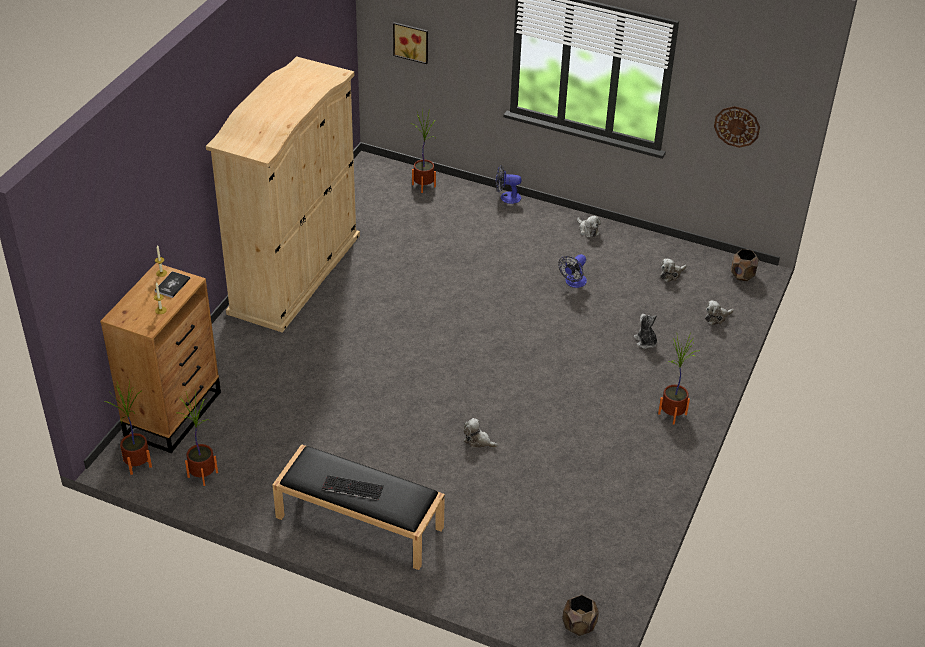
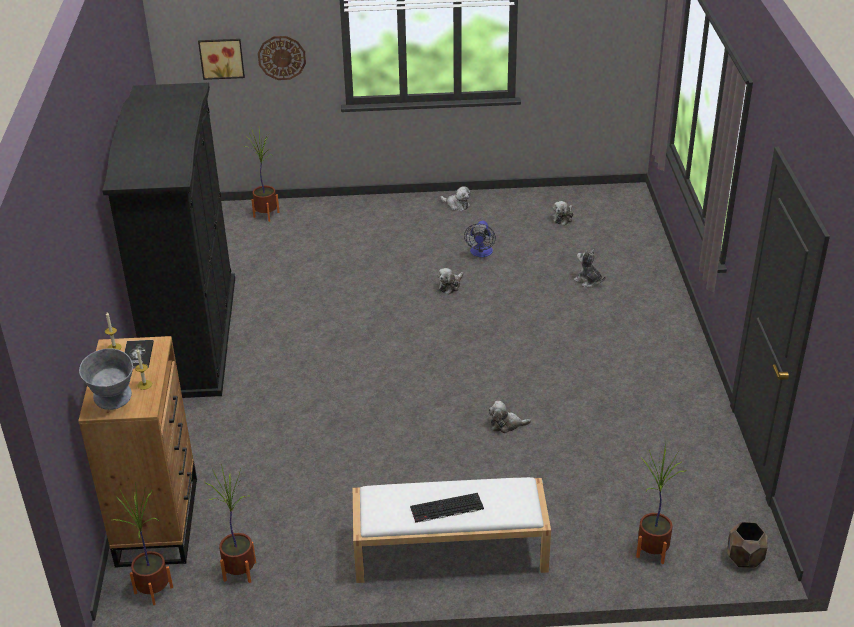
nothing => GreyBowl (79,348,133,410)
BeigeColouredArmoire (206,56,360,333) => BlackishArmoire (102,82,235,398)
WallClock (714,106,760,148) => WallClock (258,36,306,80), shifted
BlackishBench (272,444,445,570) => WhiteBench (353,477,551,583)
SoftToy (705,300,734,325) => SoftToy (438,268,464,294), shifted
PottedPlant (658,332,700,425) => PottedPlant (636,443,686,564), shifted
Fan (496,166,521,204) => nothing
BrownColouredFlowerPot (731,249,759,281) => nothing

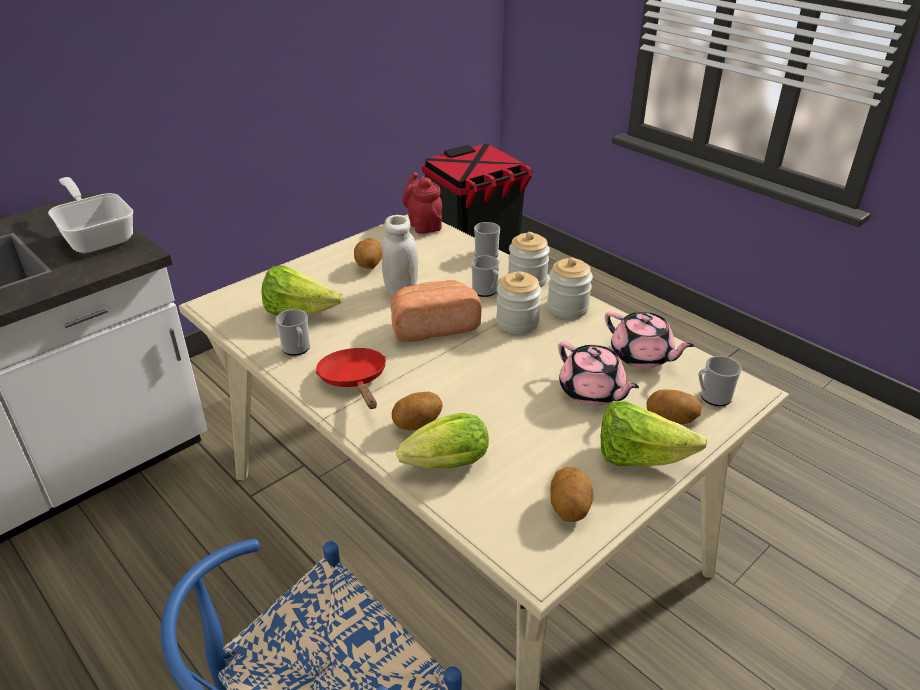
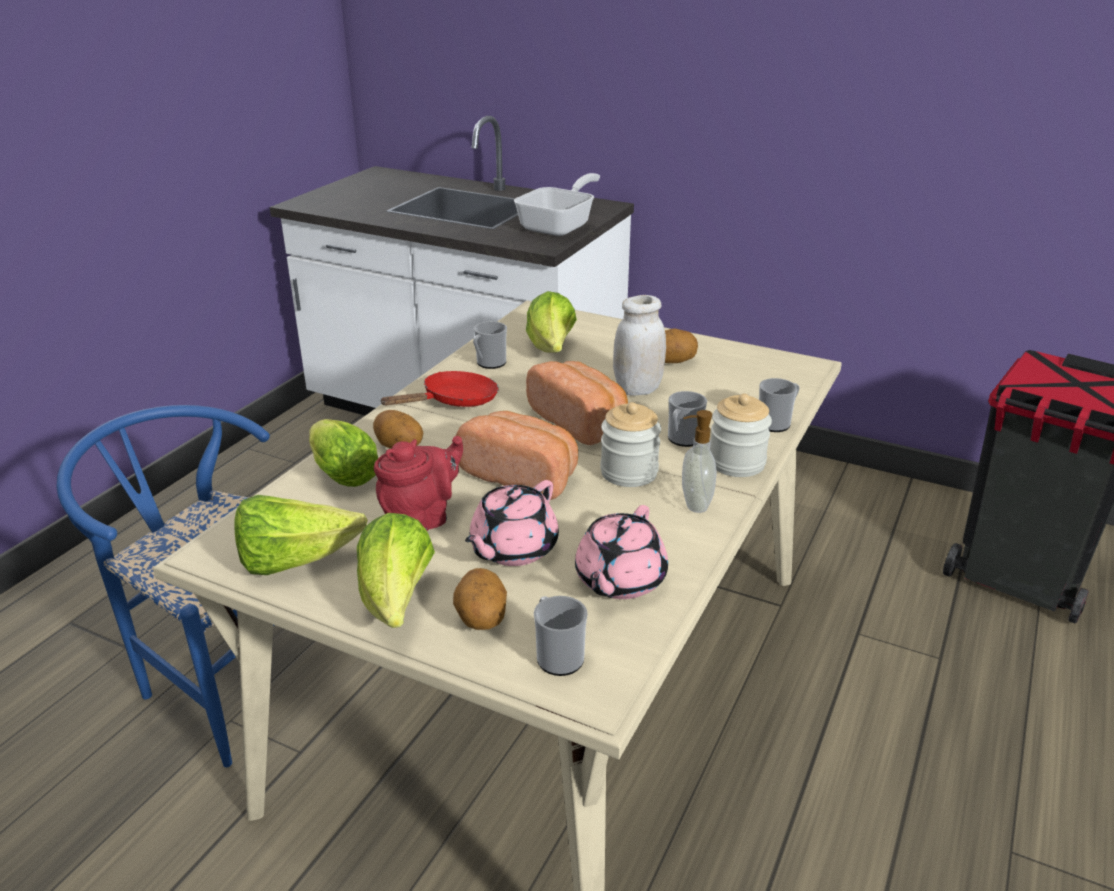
Potato (550,467,594,522) => Lettuce (234,495,367,575)
RedTeaPot (402,172,442,234) => RedTeaPot (374,436,463,531), shifted
nothing => BakedBread (456,411,578,500)
Jar (547,257,593,319) => SoapDispenser (682,410,717,513)

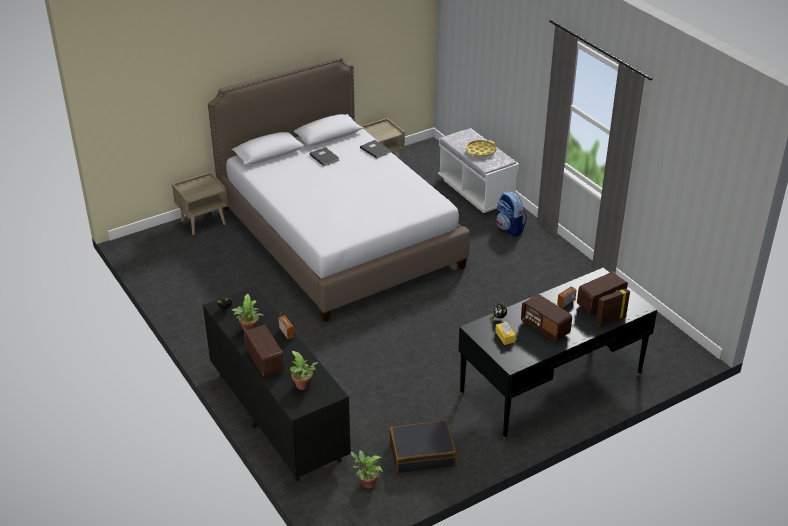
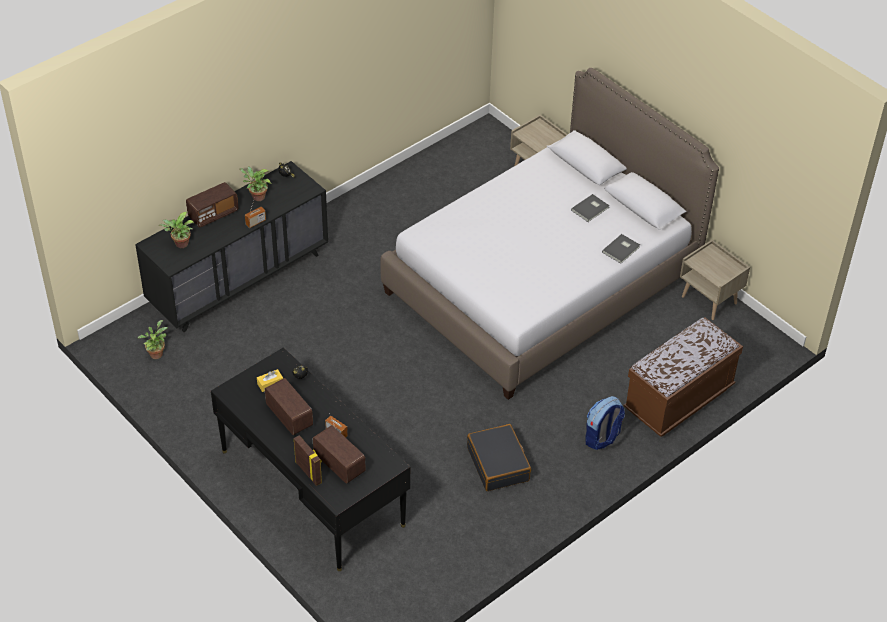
RadioReceiver (521,294,572,342) => RadioReceiver (265,378,313,435), 105 degrees clockwise
BlackishTravelCase (390,420,456,474) => BlackishTravelCase (467,424,531,491), shifted
WhiteBench (438,128,519,213) => BrownColouredBench (624,318,743,437)
YellowColouredTray (467,140,496,157) => nothing

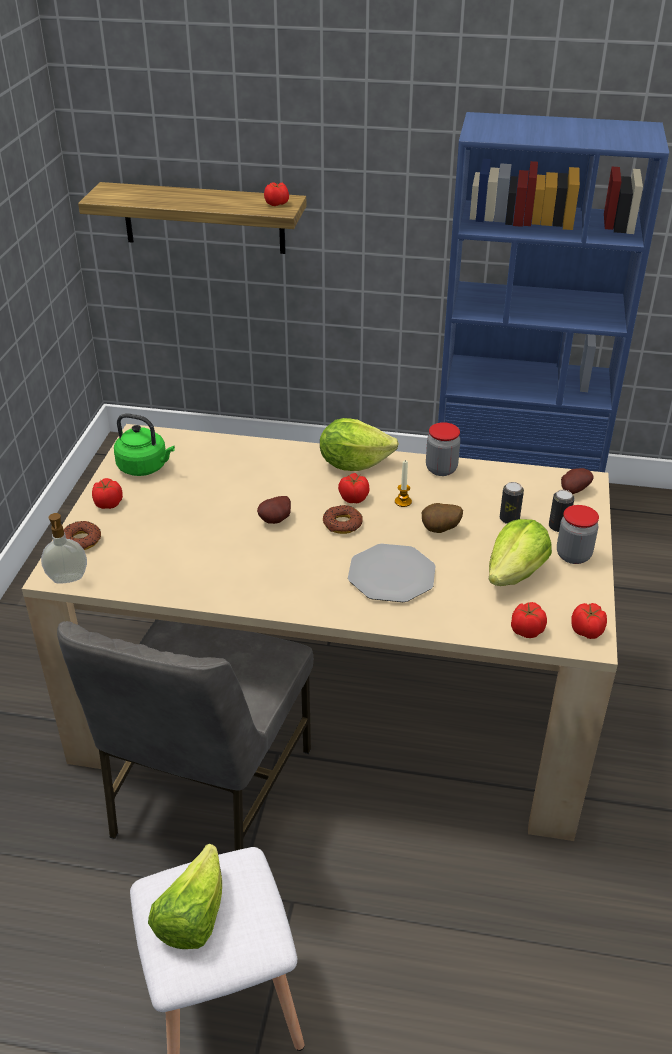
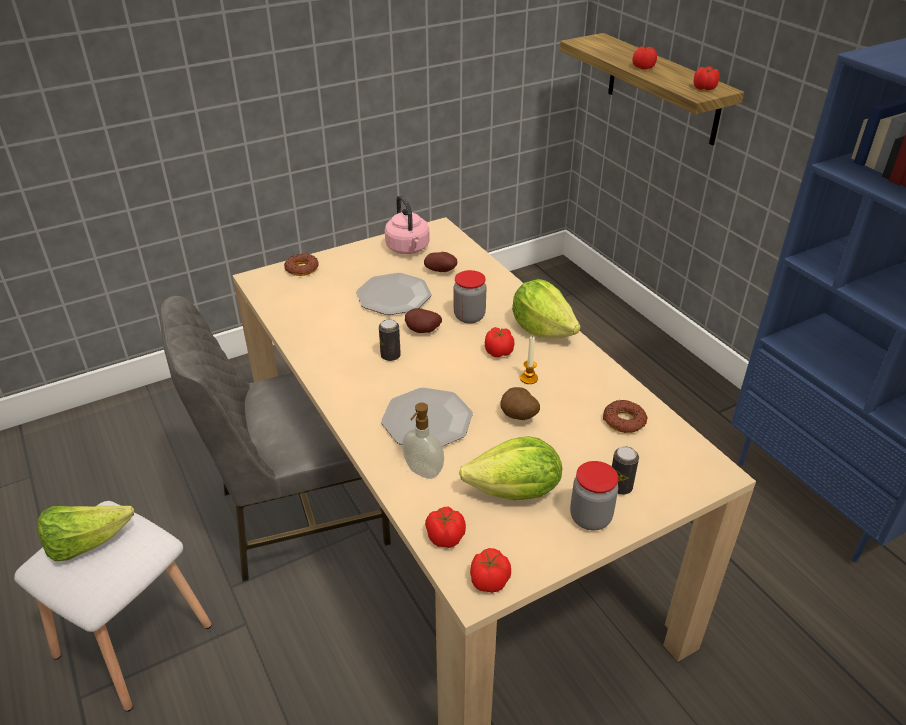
nothing => Plate (356,273,432,315)
SealedCan (500,482,524,524) => SealedCan (379,319,401,361), shifted
GreenishTeaKettle (114,413,175,476) => PinkishTeaKettle (385,195,430,254)
SoapDispenser (41,513,87,584) => SoapDispenser (402,403,444,479), shifted
Potato (561,468,594,494) => Potato (424,252,457,272), shifted
Jar (426,422,460,476) => Jar (454,270,486,324), shifted
Donut (323,505,363,534) => Donut (603,400,647,433), shifted
FreshTomato (92,478,123,509) => FreshTomato (633,46,657,70), shifted

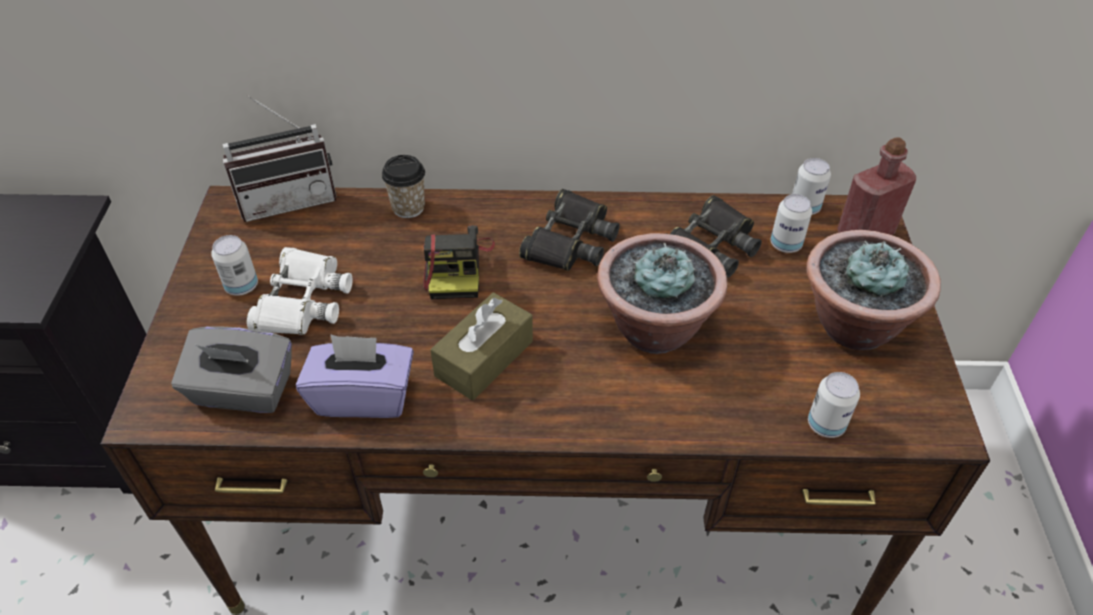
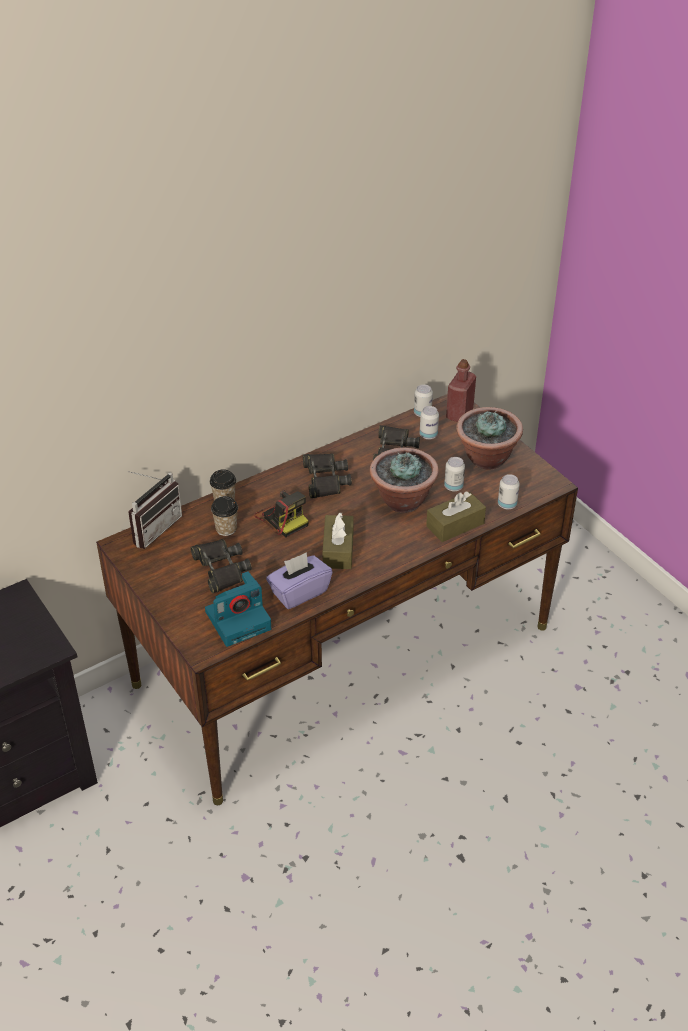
WhiteBinoculars (247,247,353,335) => BlackishBinoculars (191,539,252,593)
GreyTissueHolder (171,326,292,413) => StillCamera (205,571,271,647)
nothing => SmallCup (211,496,238,536)
nothing => BrownColouredTissueHolder (426,491,486,542)
SealedCan (211,235,258,296) => SealedCan (444,457,465,491), shifted

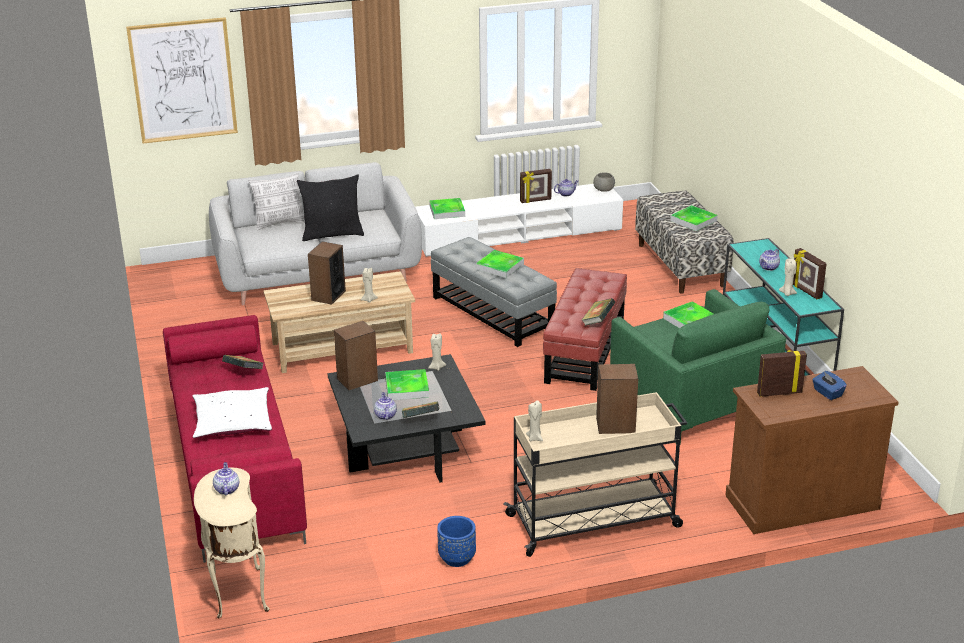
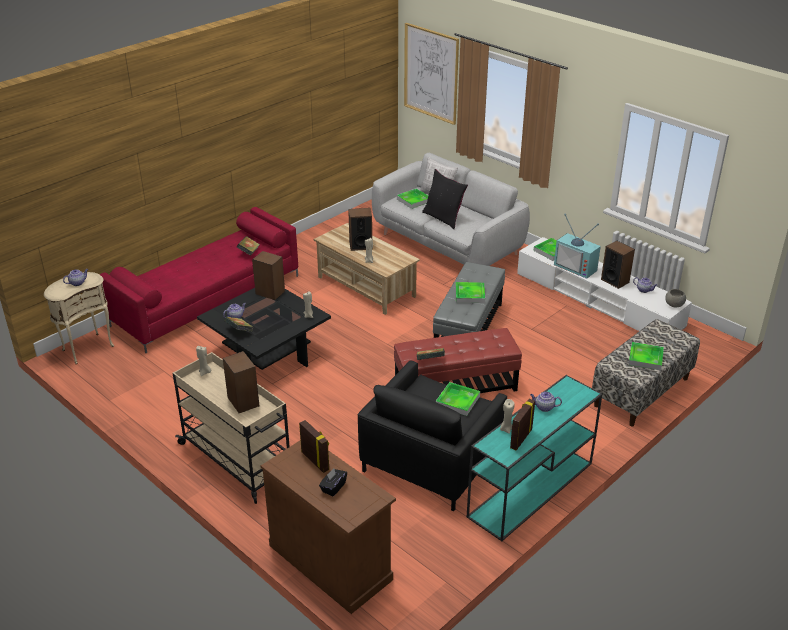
BlueTissueHolder (812,371,847,400) => BlackishTissueHolder (319,468,347,496)
GreenishLoungeChair (610,289,786,444) => BlackishLoungeChair (358,360,507,511)
Tray (385,369,429,400) => Tray (397,189,428,209), shifted
nothing => Television (554,214,601,279)
PictureFrame (520,169,552,203) => AudioSpeaker (601,241,635,289)
WhitePillow (193,387,272,438) => nothing
BlueFlowerPot (437,516,476,567) => nothing

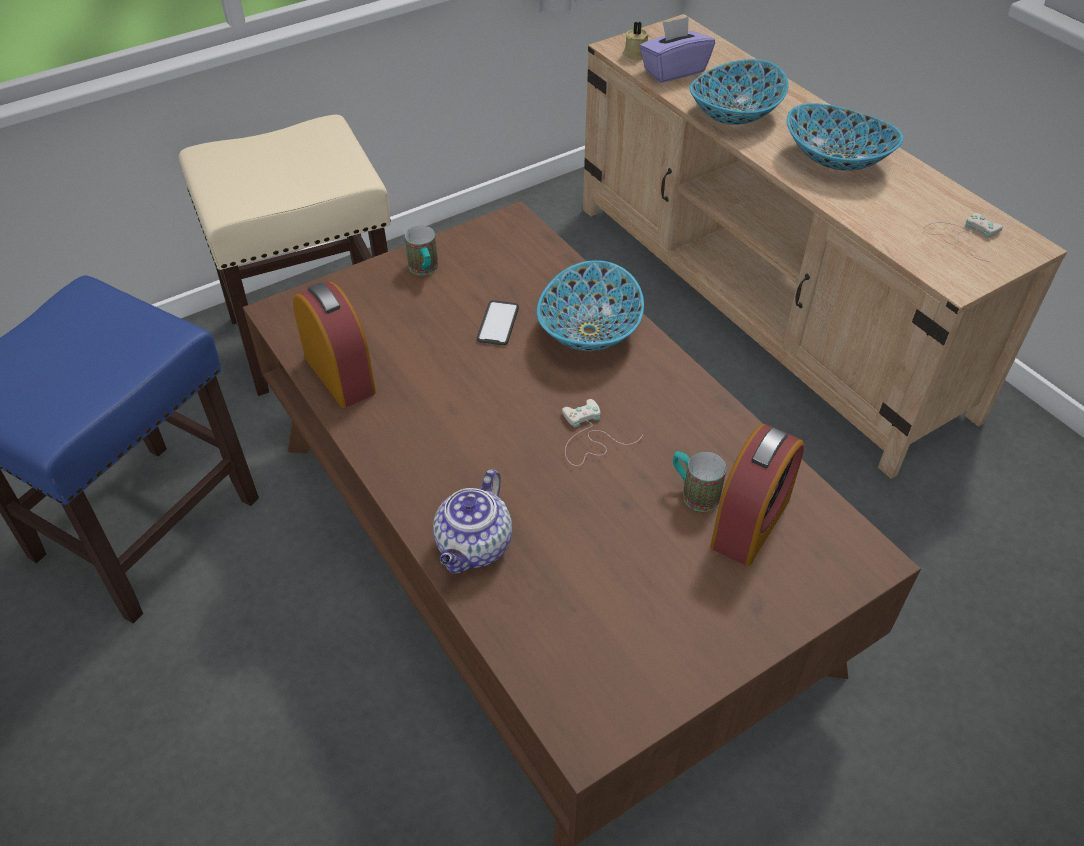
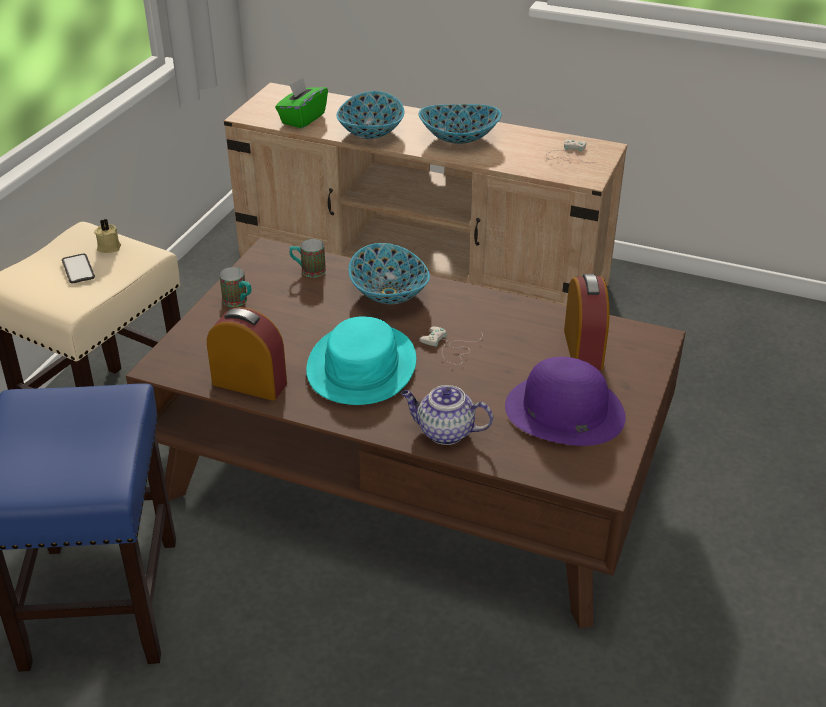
Handset (477,300,519,345) => Handset (62,253,95,284), shifted
BeigeColouredWaxLight (623,21,648,60) => BeigeColouredWaxLight (94,219,121,253), shifted
PurpleTissueHolder (639,17,715,83) => GreenishTissueHolder (275,77,328,129)
CoffeeMug (673,451,726,512) => CoffeeMug (289,239,326,277), shifted
nothing => BlueGreenClothingHat (306,316,416,405)
TeaPot (433,470,512,574) => TeaPot (401,385,493,445), 120 degrees clockwise
nothing => PurpleClothingHat (505,357,626,446)

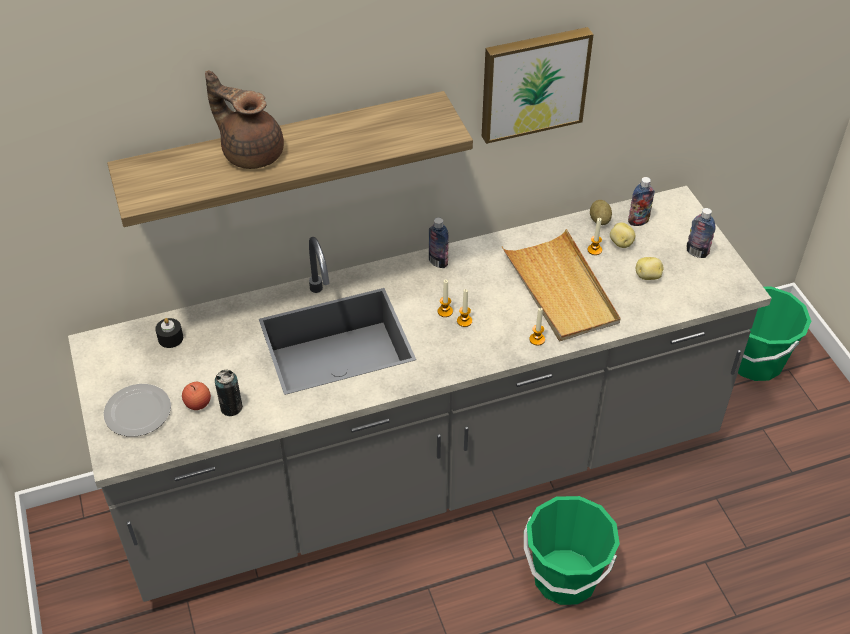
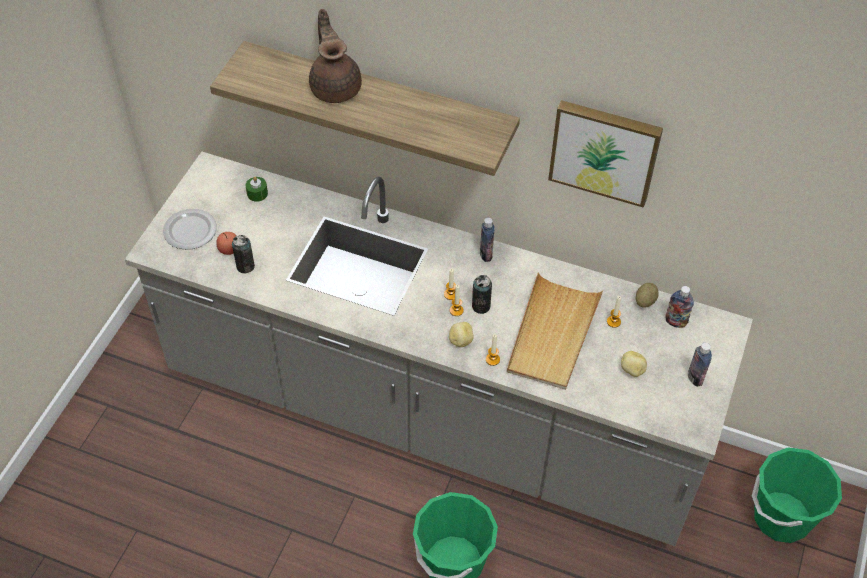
BlackishWaxLight (155,318,183,348) => GreenishWaxLight (246,176,268,202)
Potato (610,223,635,248) => Potato (449,322,474,347), shifted
nothing => SealedCan (472,275,492,314)

